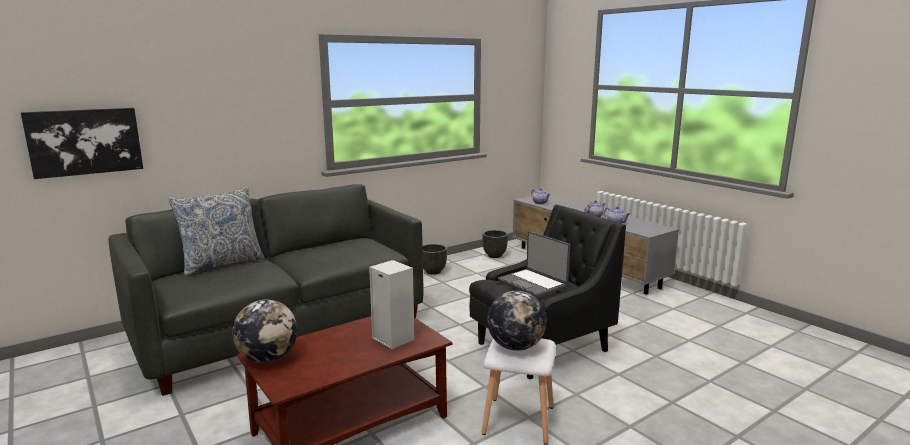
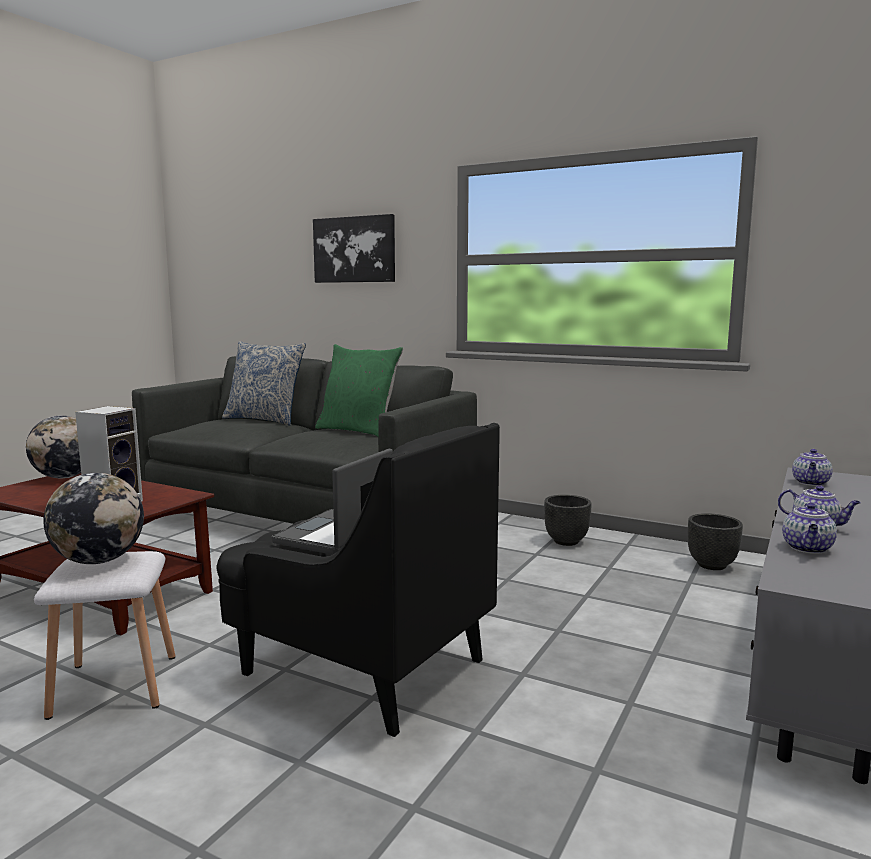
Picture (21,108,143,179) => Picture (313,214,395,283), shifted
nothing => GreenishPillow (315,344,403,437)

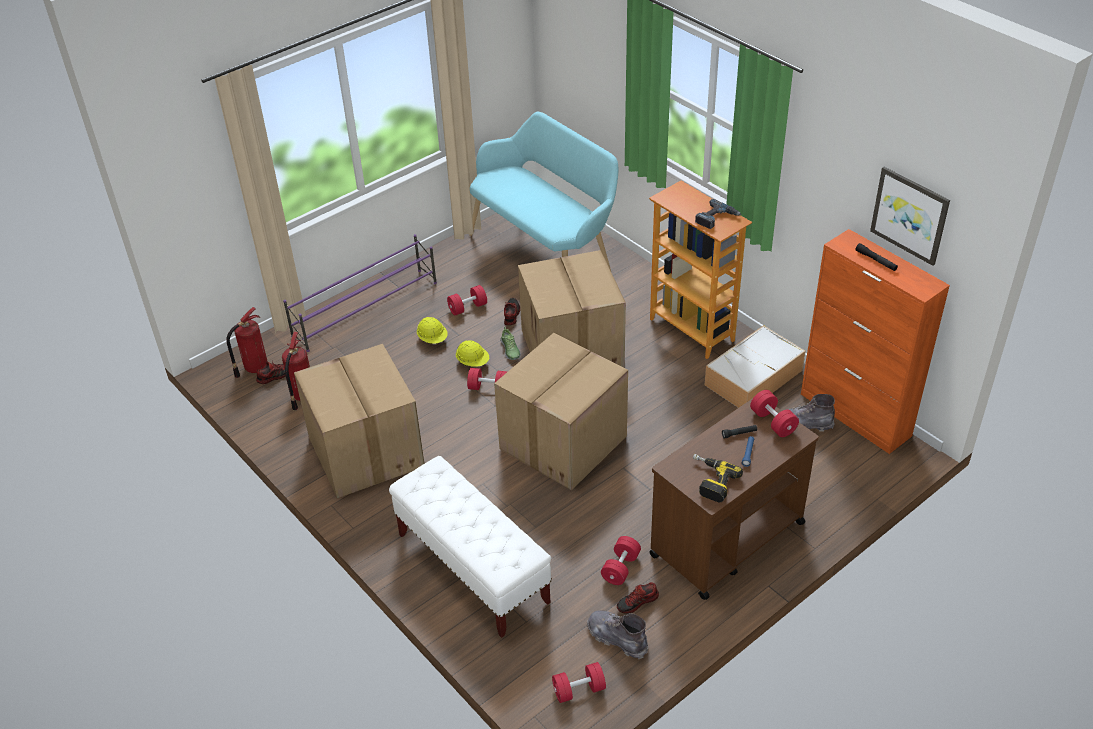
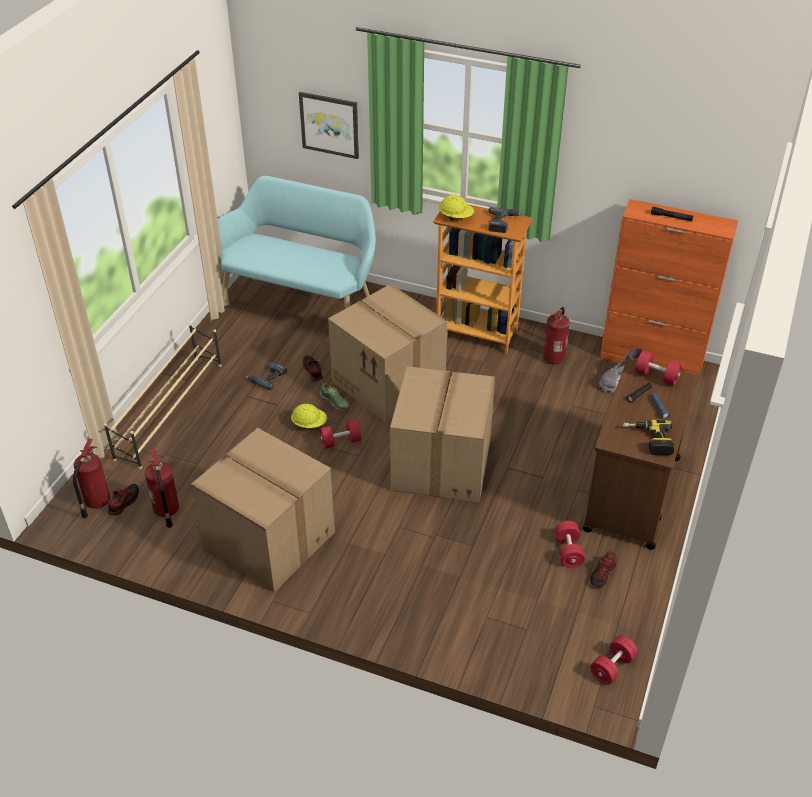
PurpleShoeShelf (283,234,437,352) => BeigeColouredShoeShelf (104,323,222,469)
RedDumbbell (447,285,487,316) => ElectricDrill (246,361,287,390)
Picture (870,167,950,266) => Picture (299,92,359,159), shifted
YellowColouredSafetyHelmet (417,317,447,344) => YellowColouredSafetyHelmet (439,195,474,221), shifted
StorageBox (705,325,806,408) => Extinguisher (543,307,570,364)
WhiteBench (389,456,552,638) => nothing
GreyBoot (587,610,649,660) => nothing

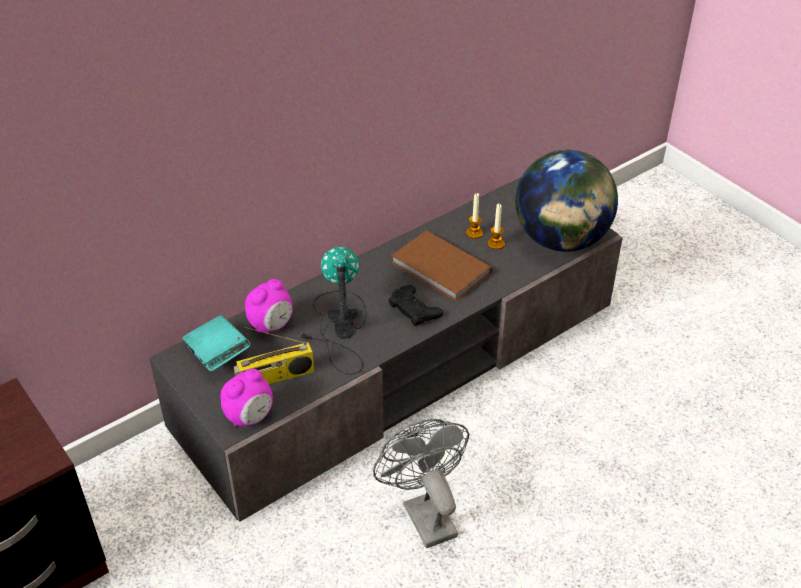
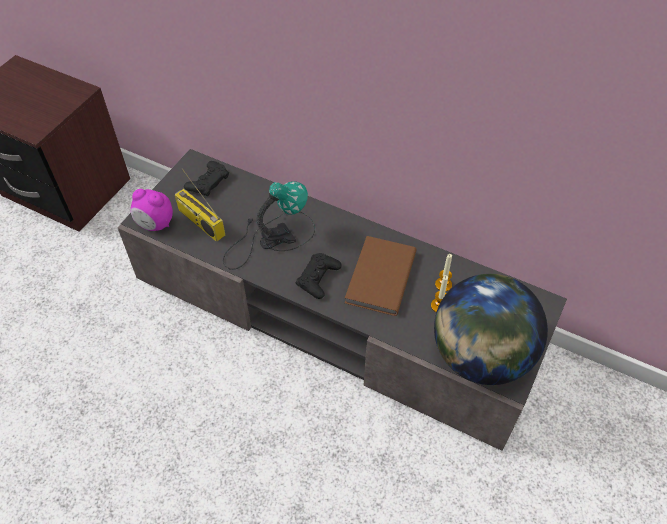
BlueGreenBoundBook (182,316,250,372) => BlackishGameController (184,161,229,196)
TableClock (245,279,293,334) => nothing
GreyFan (373,419,469,548) => nothing

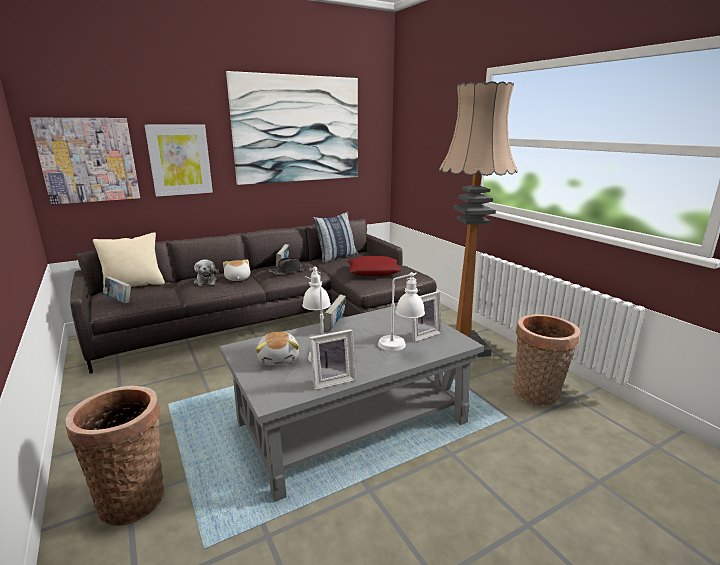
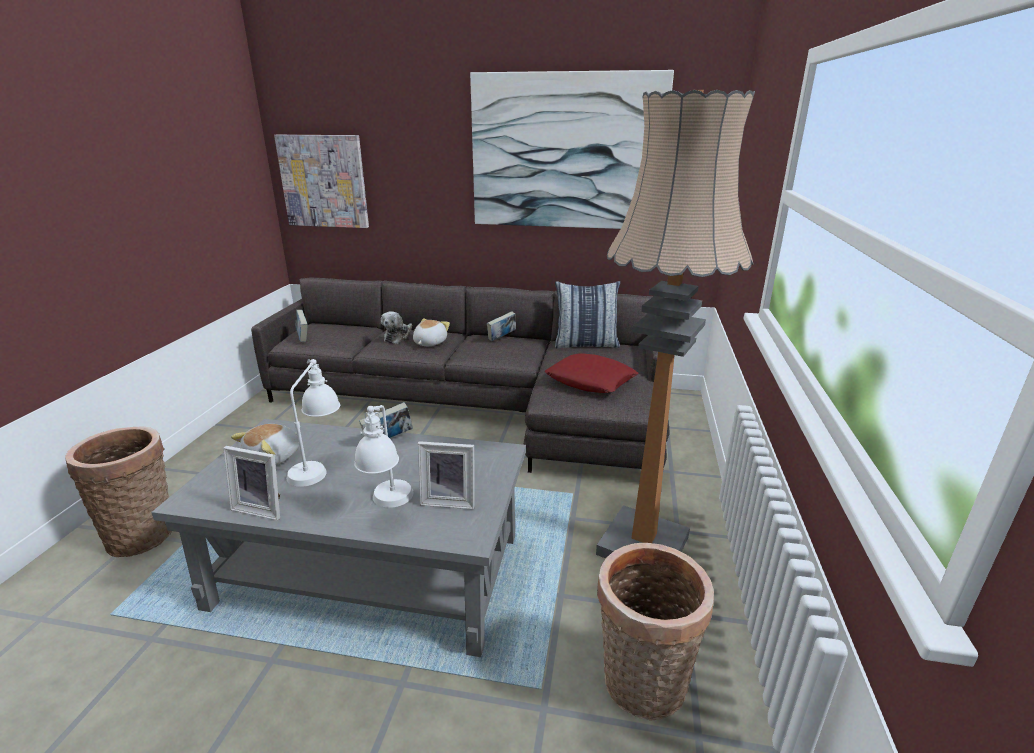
BeigeColouredPillow (93,232,165,293) => nothing
Picture (145,125,213,197) => nothing
BlackishClothingHat (268,257,310,275) => nothing

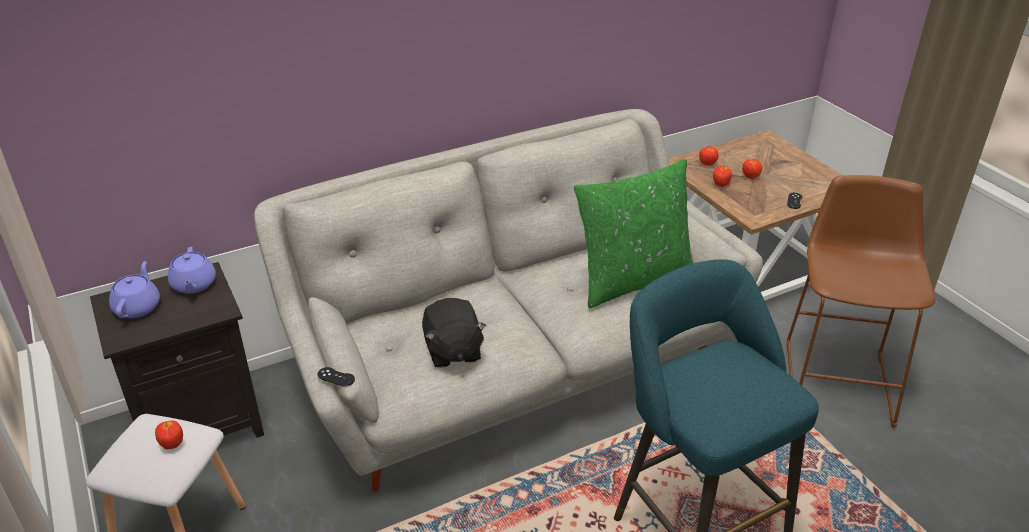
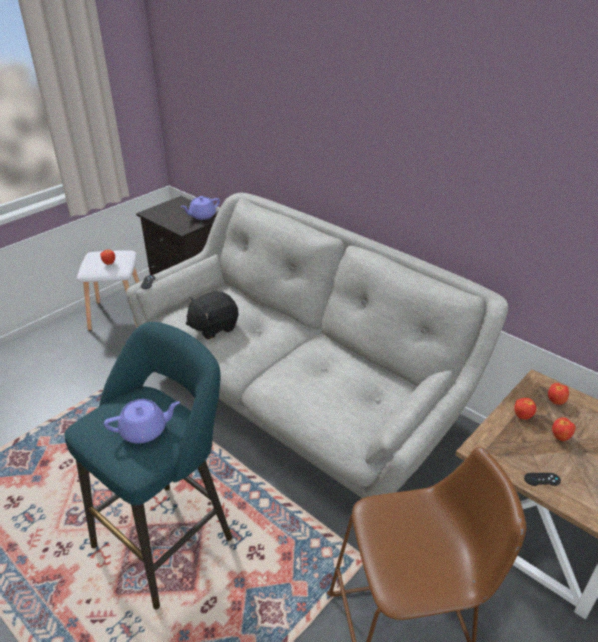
PurpleTeaPot (109,261,160,318) => PurpleTeaPot (104,399,180,444), shifted
GreenishPillow (574,158,693,308) => nothing

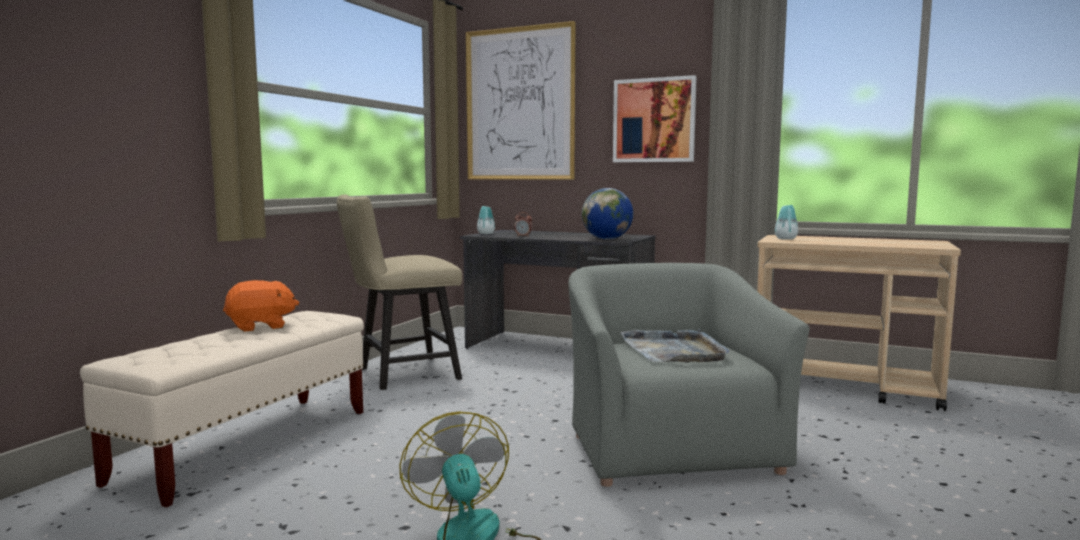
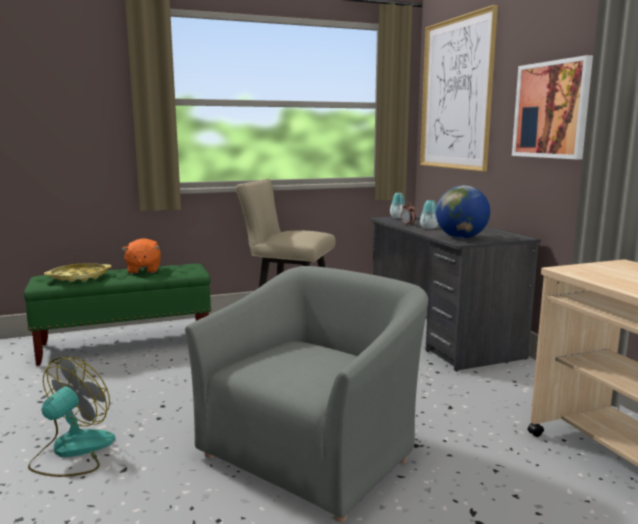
BeigeColouredBench (80,311,364,507) => GreenishBench (24,264,211,366)
nothing => YellowColouredTray (44,263,112,282)
OrangeySoftToy (223,280,299,332) => OrangeySoftToy (122,238,161,274), 60 degrees clockwise
DecorativeVase (775,205,798,240) => DecorativeVase (420,200,438,229), shifted
GreyTray (620,329,729,363) => nothing

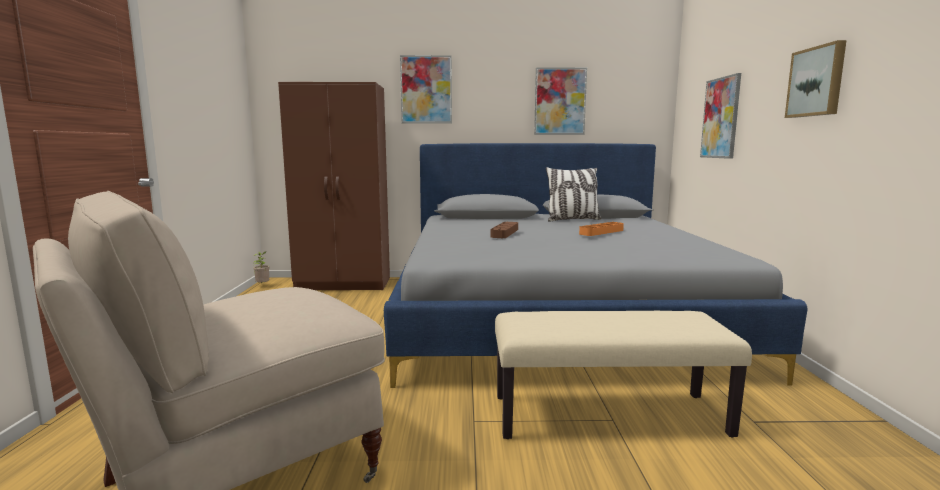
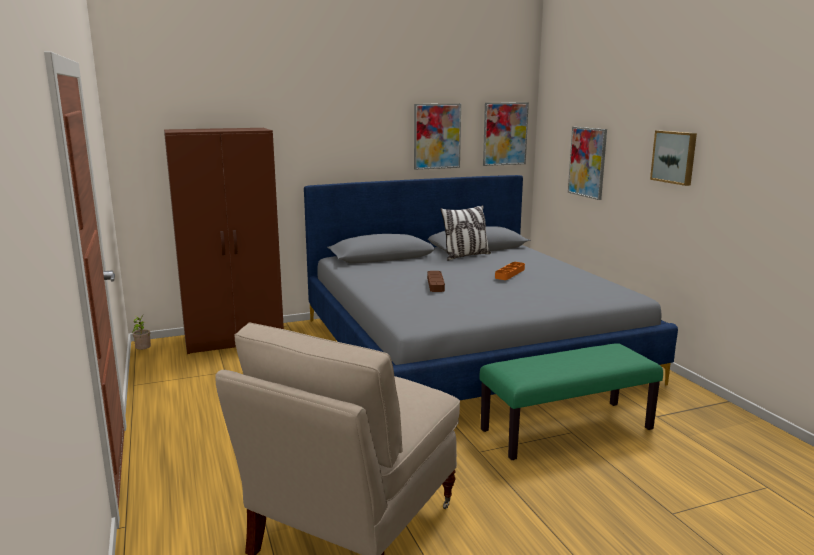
BeigeColouredBench (495,311,752,439) => GreenishBench (480,343,663,460)
Picture (400,55,452,123) => Picture (483,102,529,166), shifted

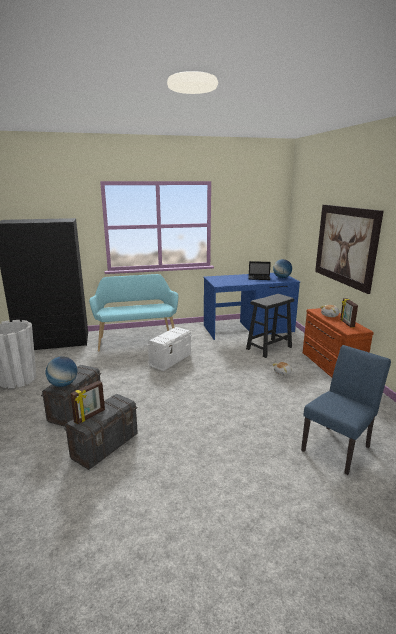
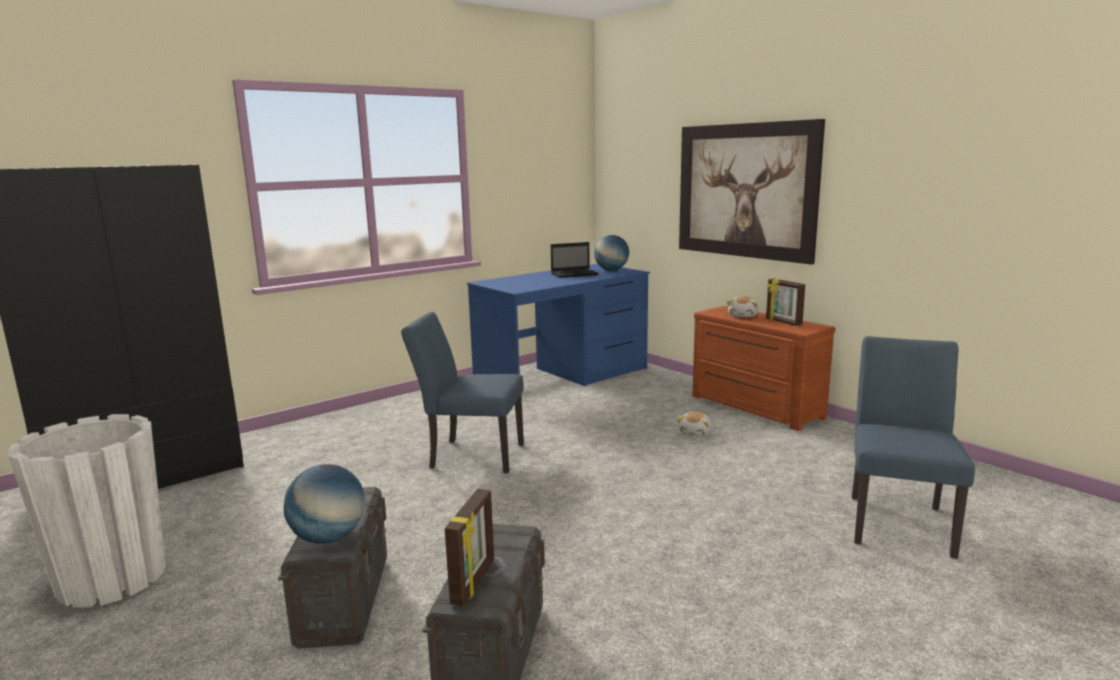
WhiteStorageBox (147,327,192,371) => BluePlainChair (401,312,524,473)
BlueGreenBench (89,274,178,352) => nothing
BlackishStoolSeat (246,294,294,358) => nothing

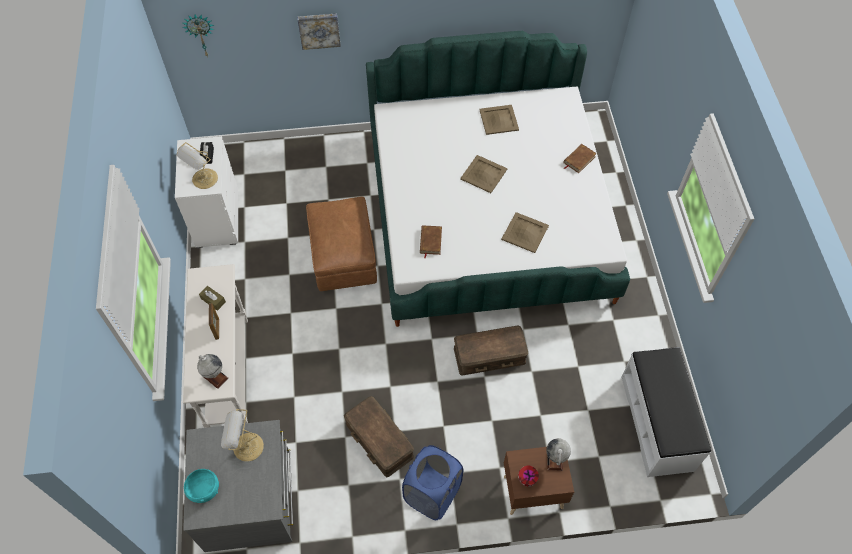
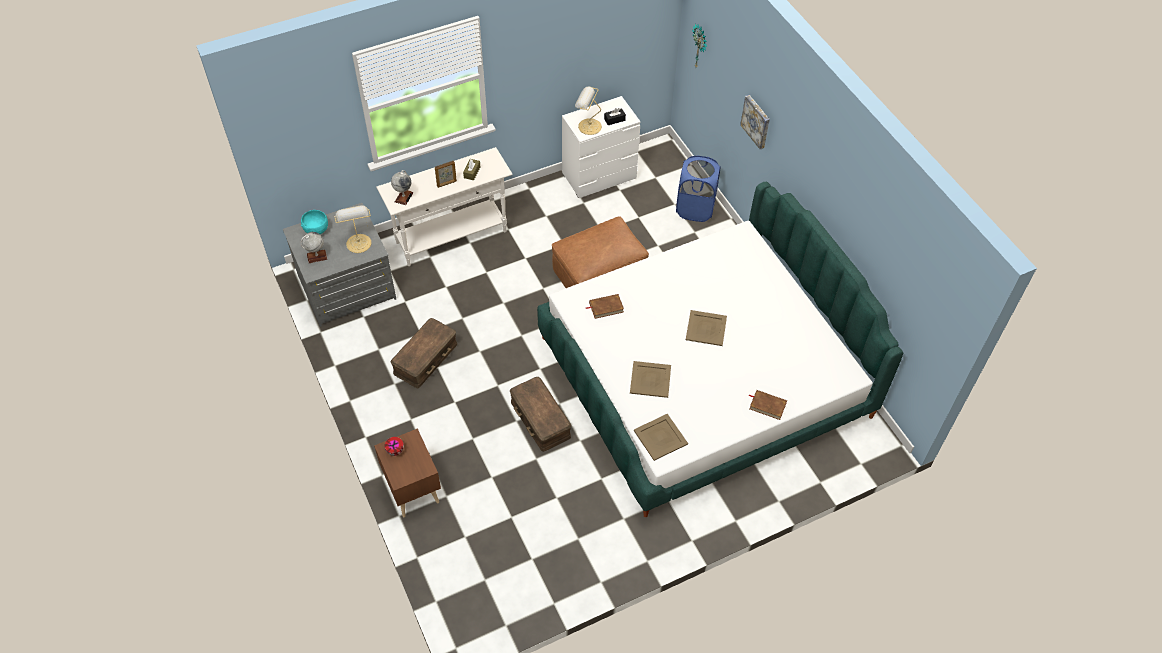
Globe (546,438,571,471) => Globe (300,232,327,263), shifted
BeigeColouredTray (479,105,519,135) => BeigeColouredTray (634,414,688,461), shifted
BlueWashingBasket (402,445,463,520) => BlueWashingBasket (676,155,721,222), shifted
WhiteBench (621,347,711,477) => nothing

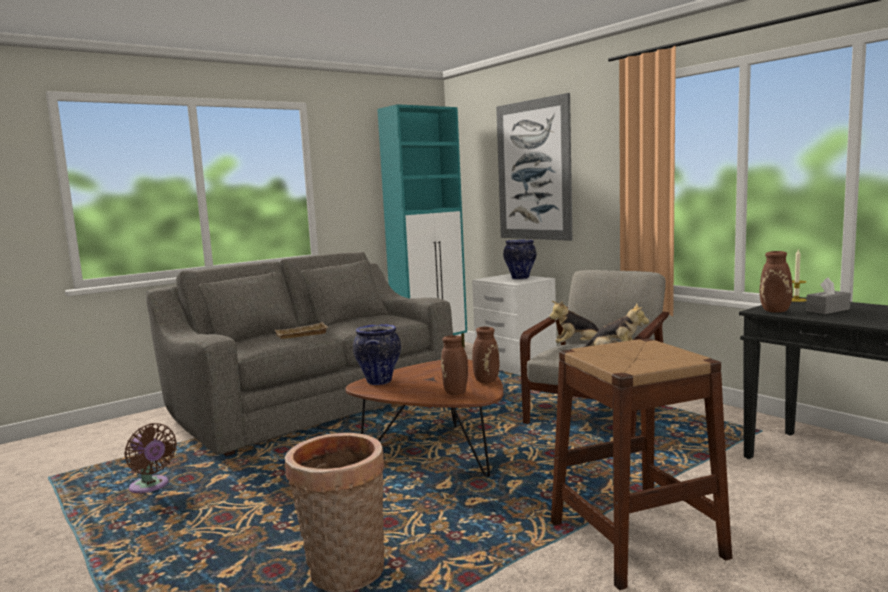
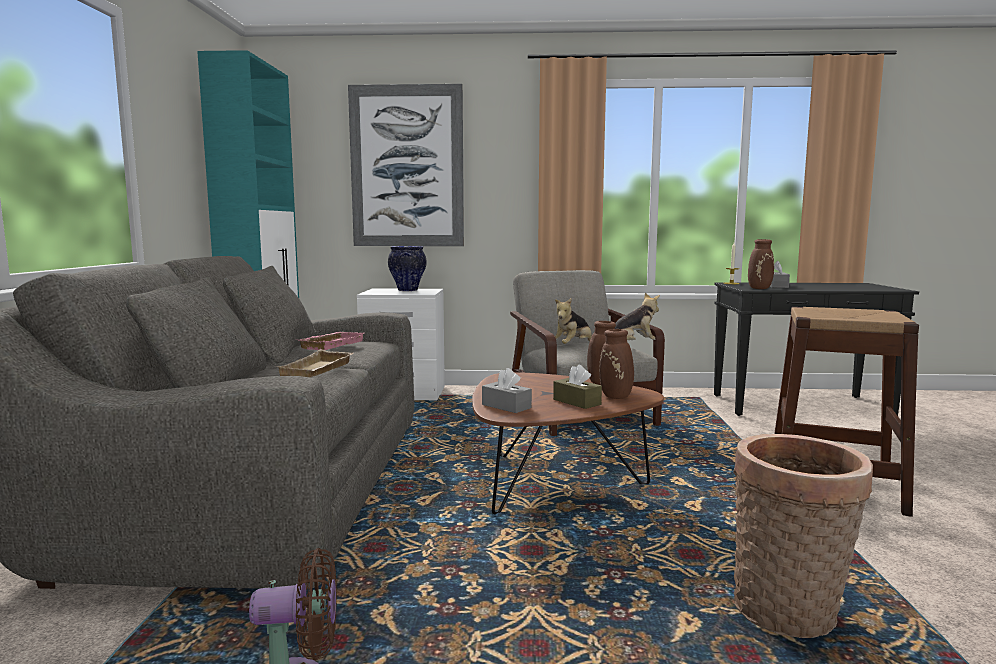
nothing => PinkishTray (300,332,364,350)
DecorativeVase (353,324,401,385) => GreyTissueHolder (482,368,532,413)
nothing => BrownColouredTissueHolder (553,365,602,409)

